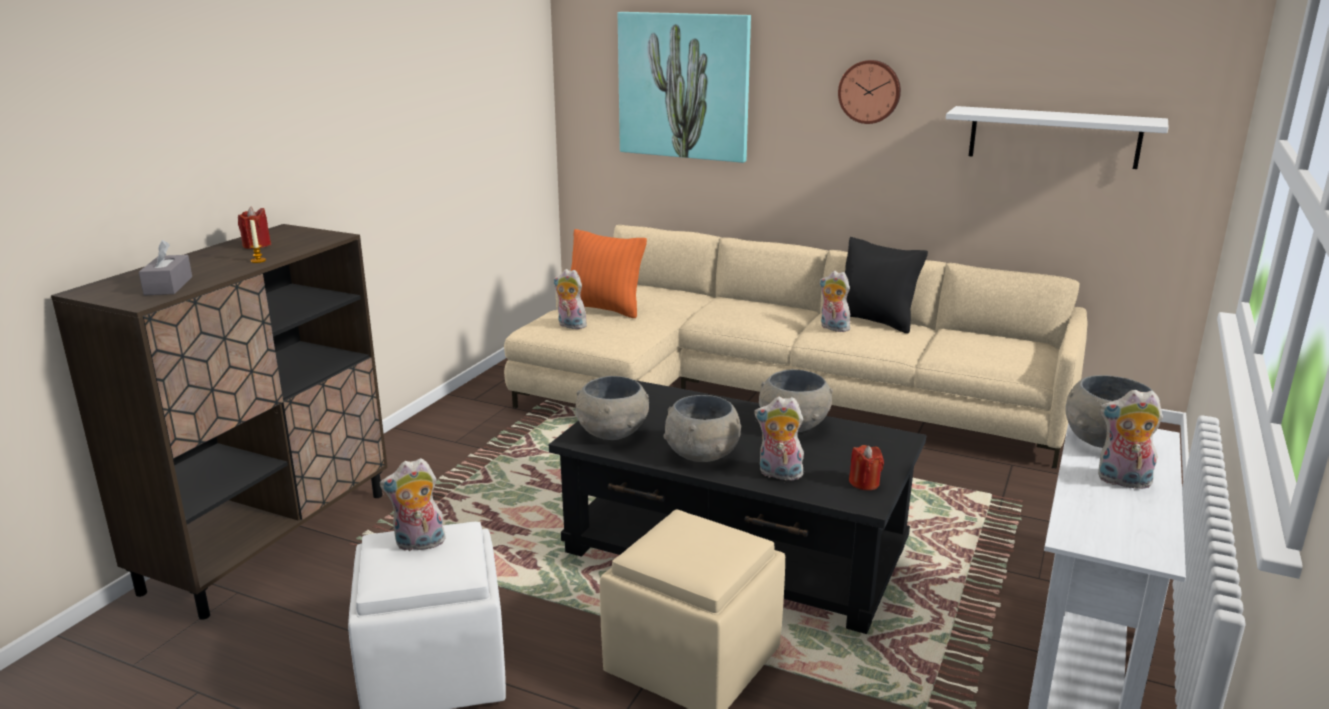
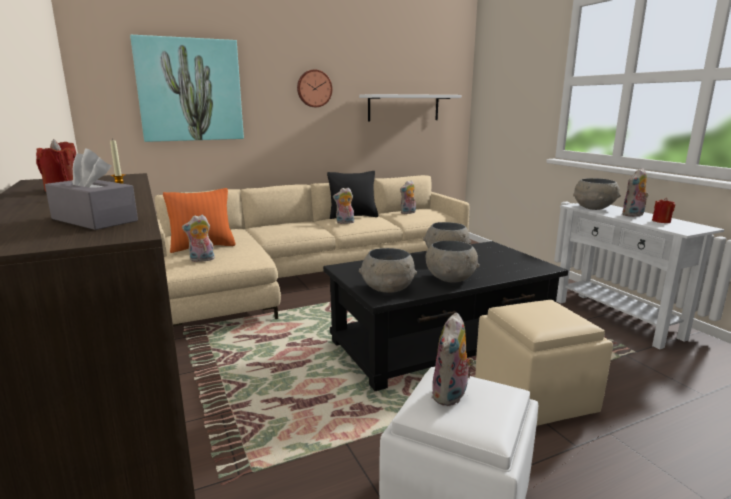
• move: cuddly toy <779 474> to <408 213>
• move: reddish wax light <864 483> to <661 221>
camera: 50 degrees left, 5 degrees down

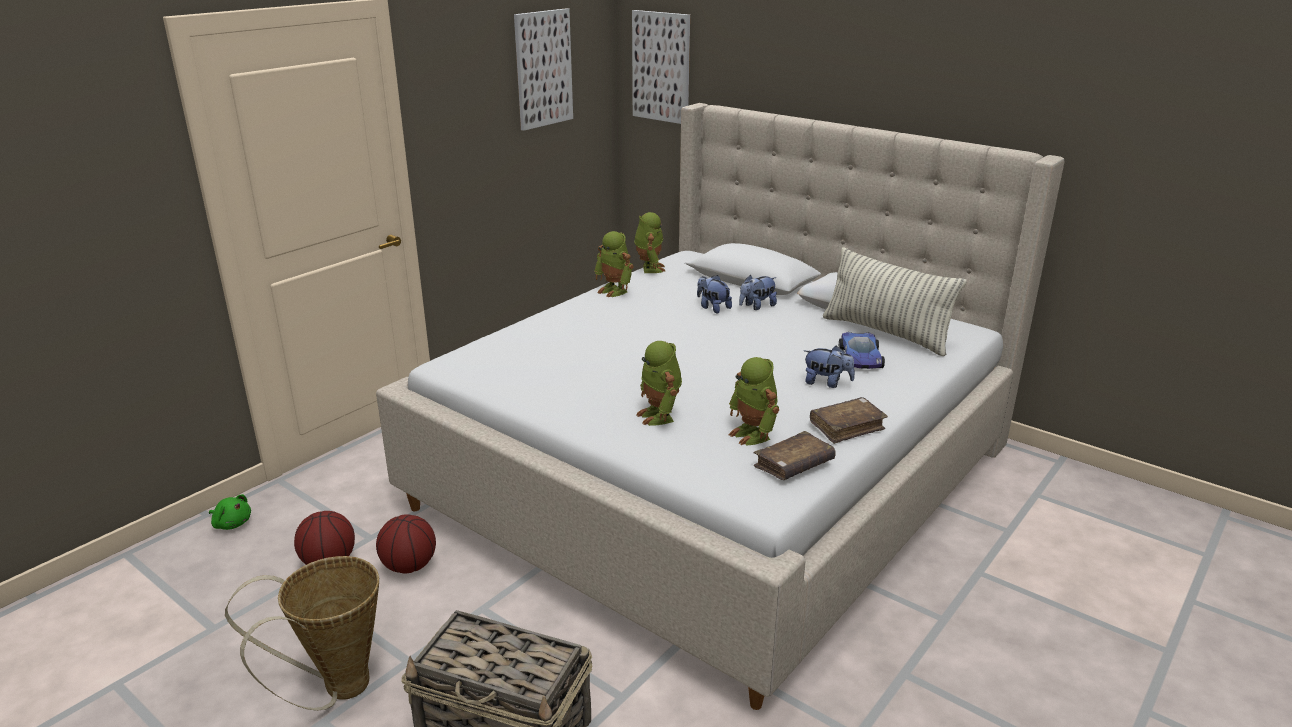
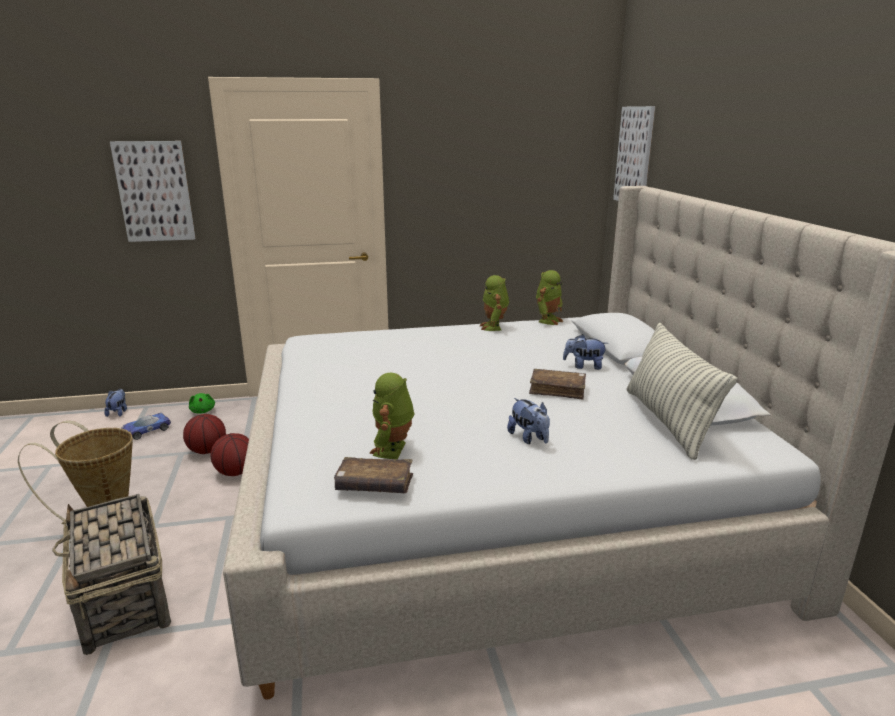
• move: picture <543 69> to <154 191>
• delete: toy robot <660 416>
• move: cuddly toy <712 308> to <118 412>
• move: brown book <846 427> to <557 390>
• move: model car <860 358> to <145 430>
camera: 40 degrees right, 5 degrees down

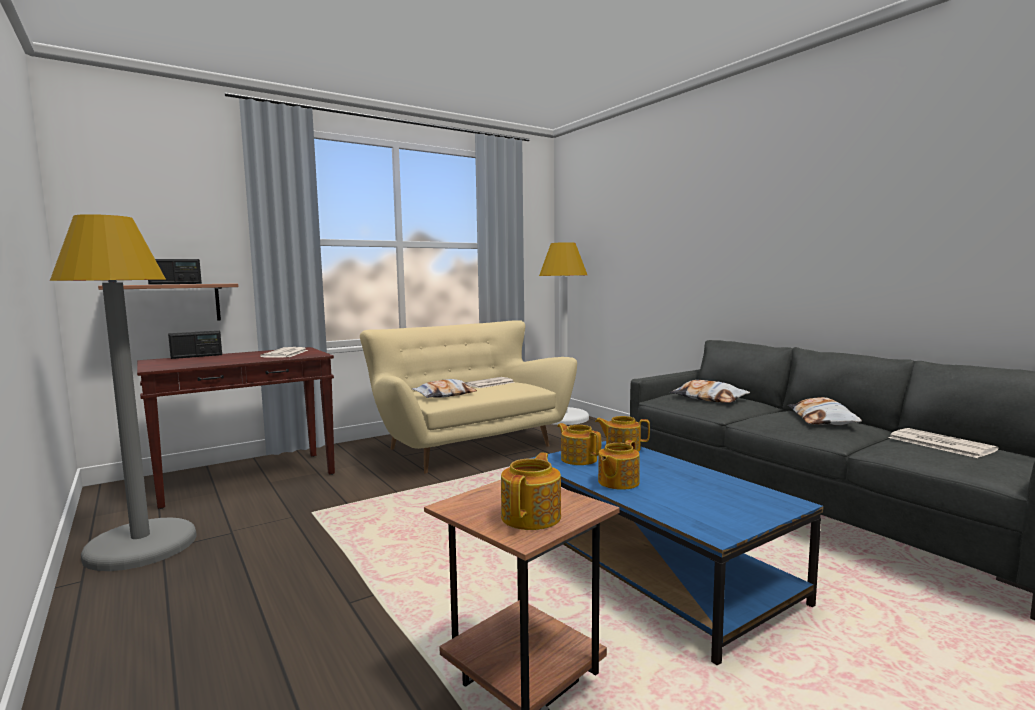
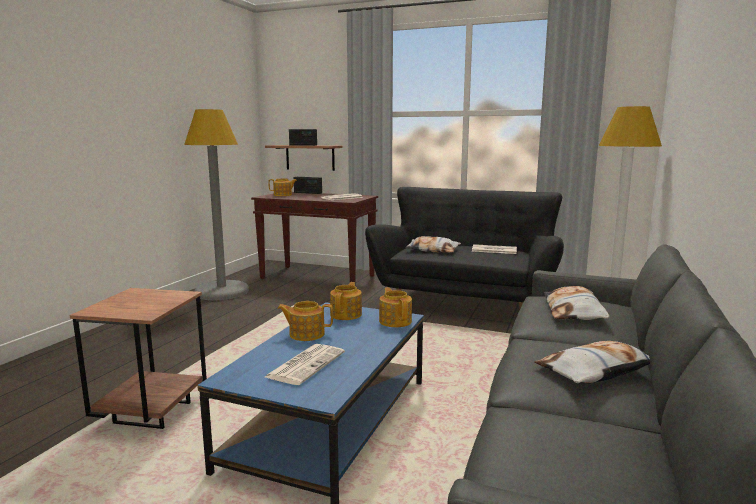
• recolor: sand-coloured sofa <467 446> to black sofa <465 302>
• move: pot for tea <532 516> to <283 195>
• move: printed paper <939 444> to <306 364>
camera: 55 degrees right, 5 degrees up

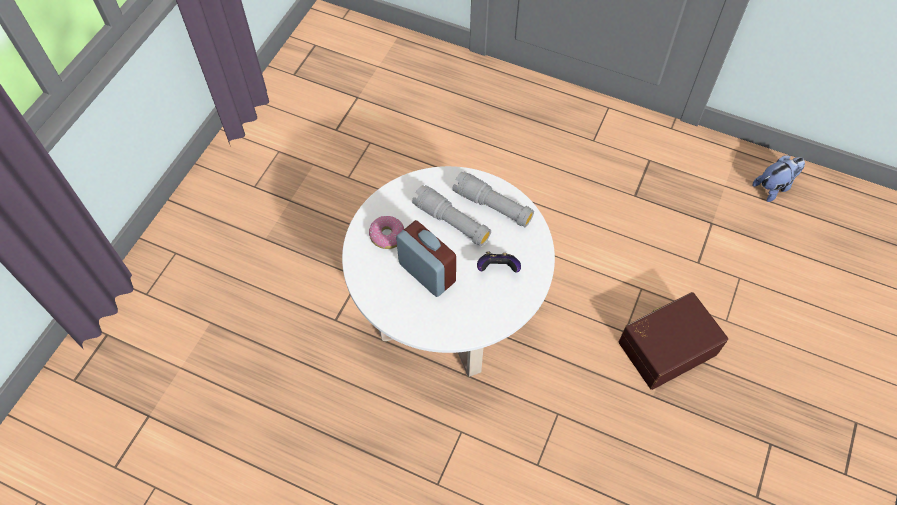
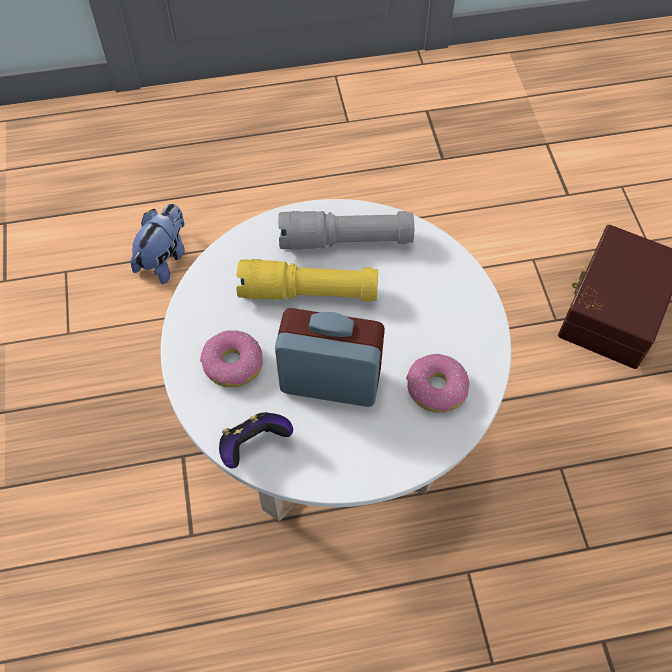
• recolor: grey hand torch <451 222> to yellow-coloured hand torch <308 292>
• move: joypad <498 269> to <253 446>
• move: cuddly toy <774 187> to <164 258>
• insert: doughnut <436 388>
camera: 35 degrees left, 0 degrees up

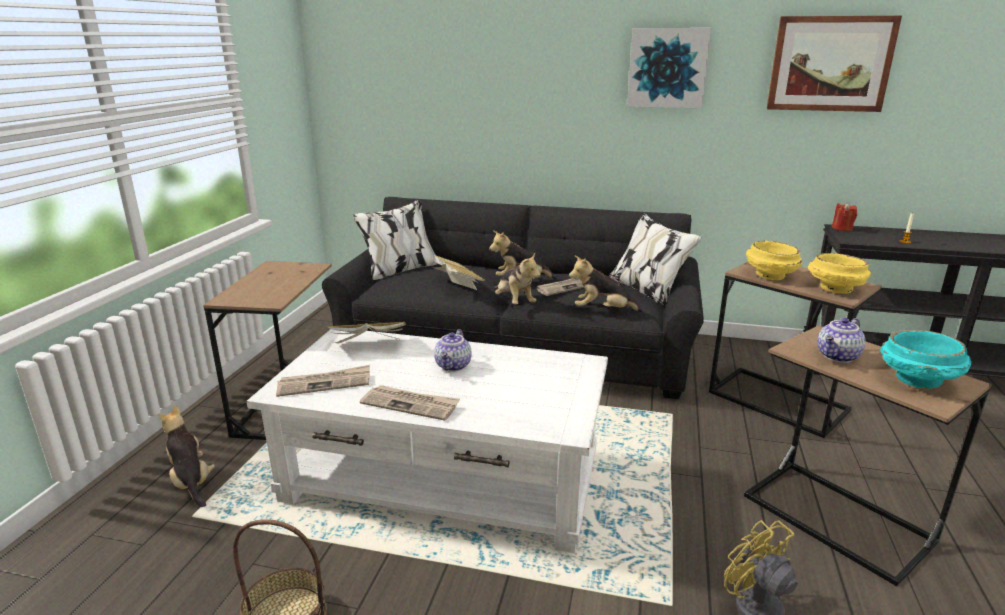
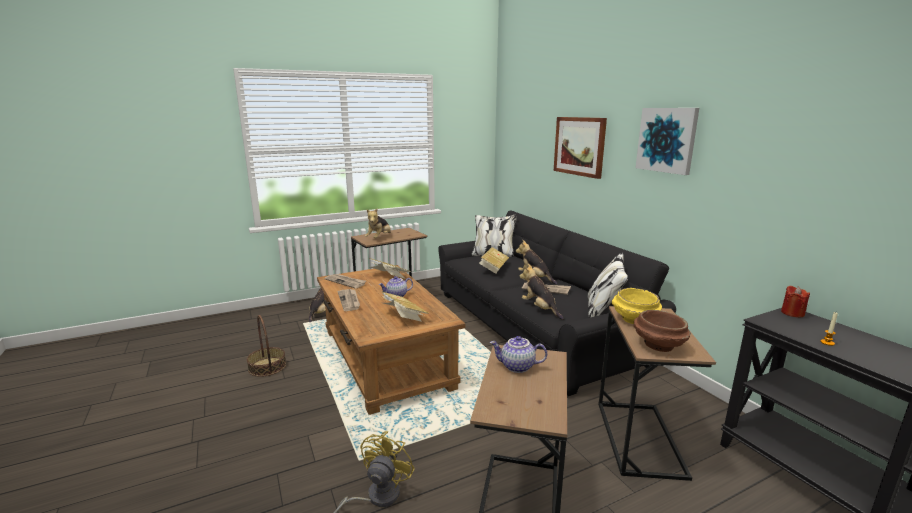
• recolor: whitish low table <444 479> to brown low table <385 358>
• move: cuddly toy <514 302> to <379 238>
• move: picture <830 64> to <579 146>
• recolor: yellow-coloured serving bowl <834 289> to brown serving bowl <658 345>
• delete: blue-green serving bowl <918 381>
• insert: book <403 316>
camera: 50 degrees right, 5 degrees down

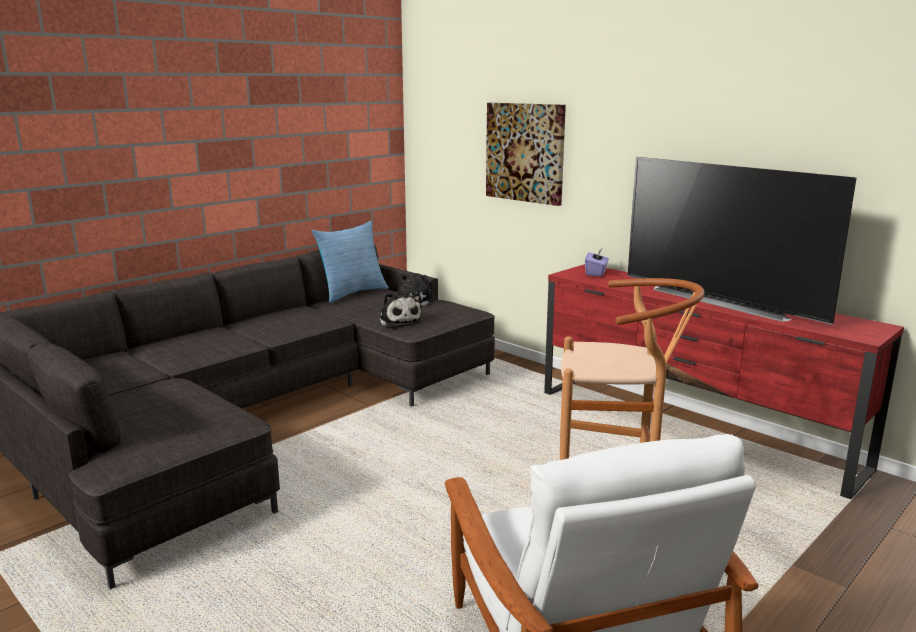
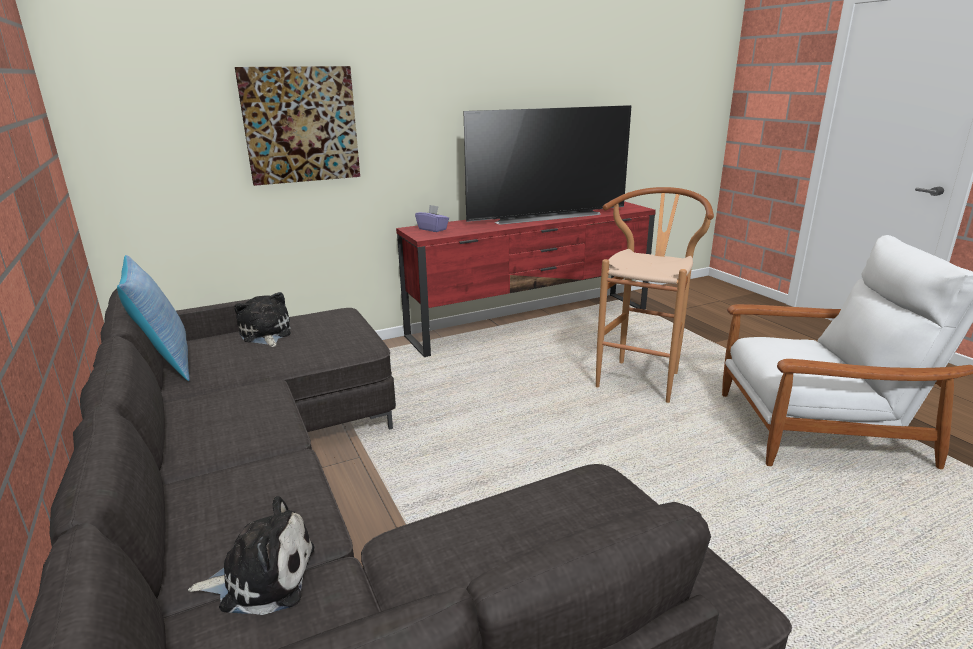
• move: cuddly toy <399 320> to <262 577>
camera: 70 degrees left, 5 degrees up

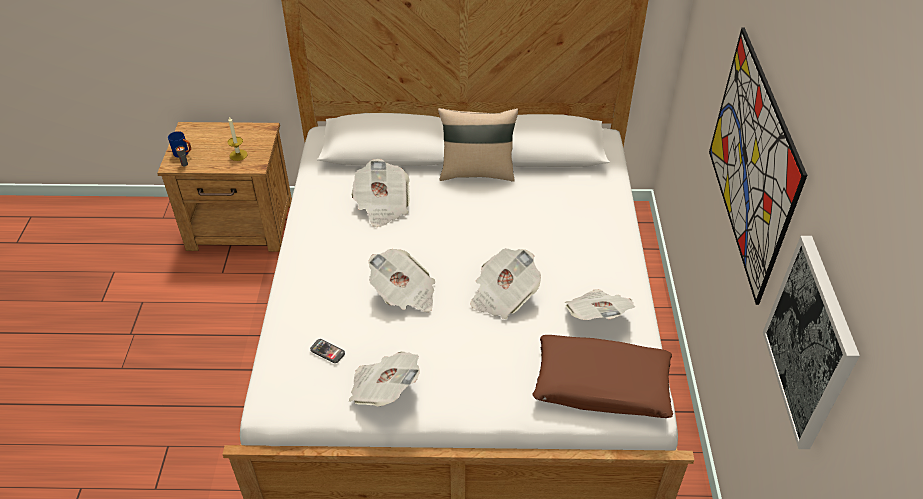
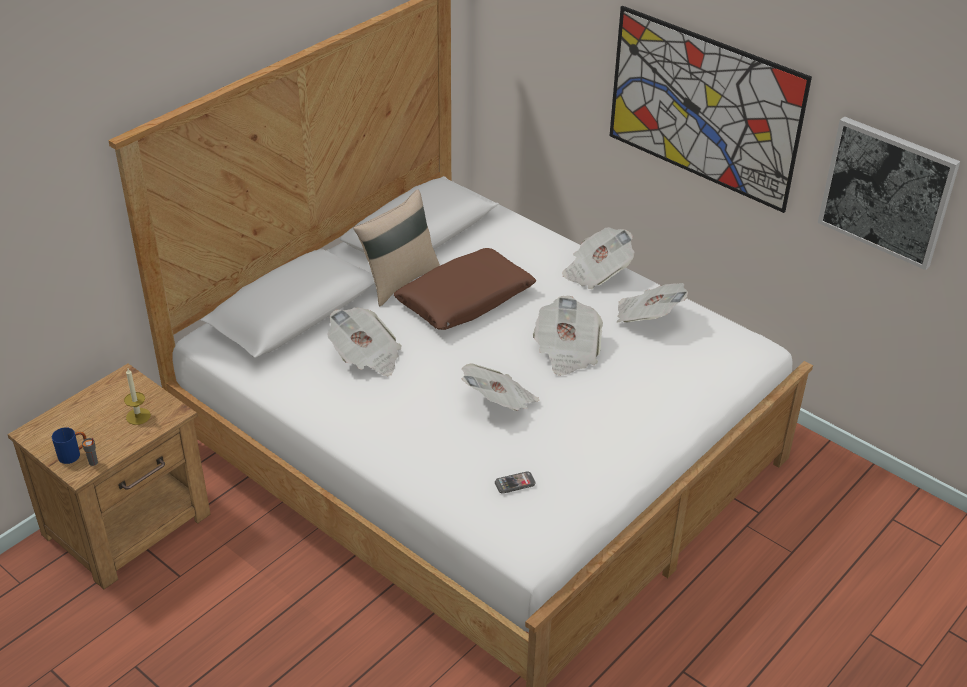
• move: printed paper <384 390> to <596 273>
• move: brown cushion <601 385> to <465 300>
camera: 50 degrees left, 5 degrees down

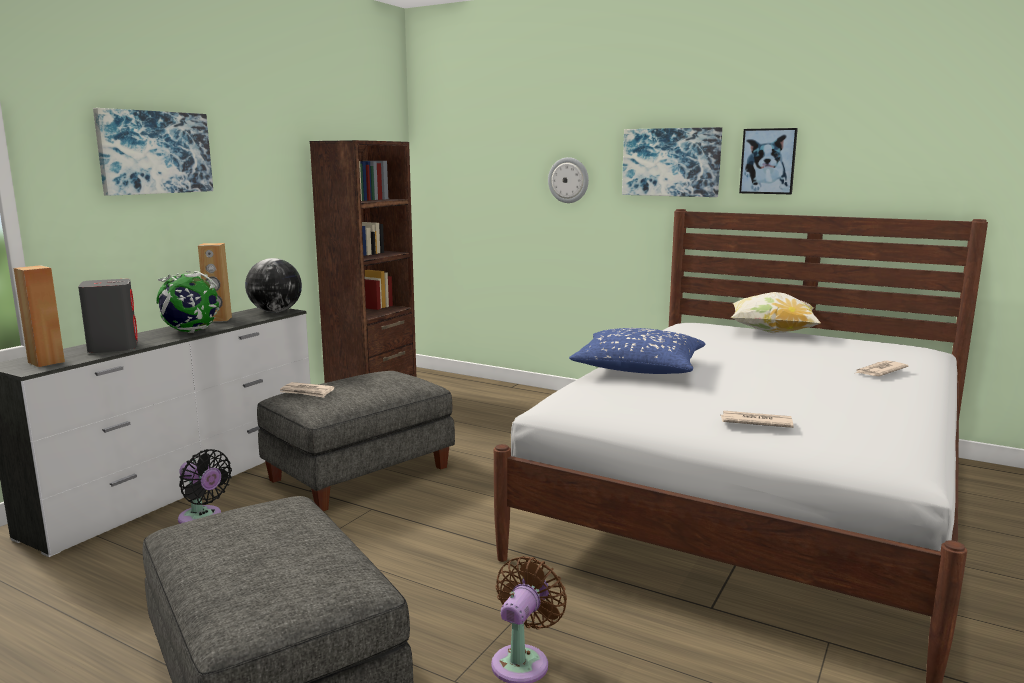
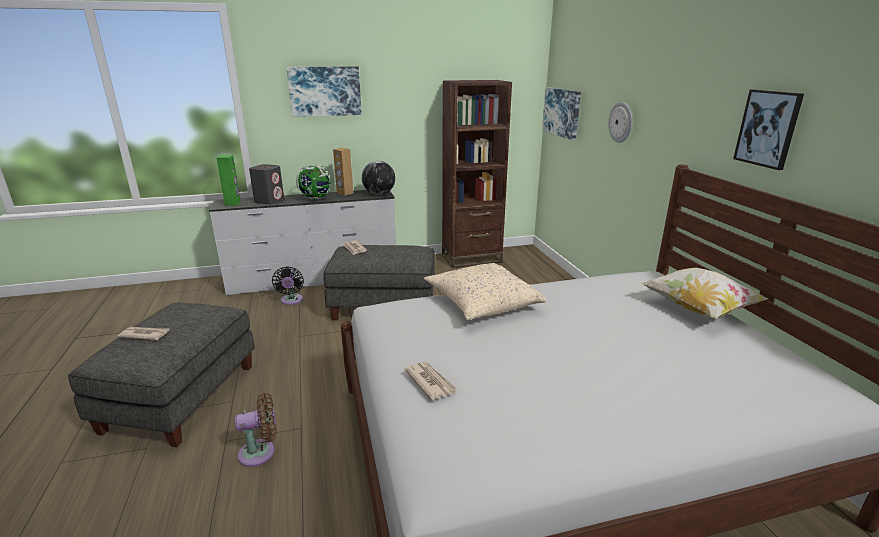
• recolor: brown loudspeaker <47 362> to greenish loudspeaker <233 203>
• recolor: bluish cushion <638 369> to sand-coloured cushion <481 302>
• move: picture <671 162> to <562 112>
• move: printed paper <879 371> to <145 334>
camera: 45 degrees right, 10 degrees up

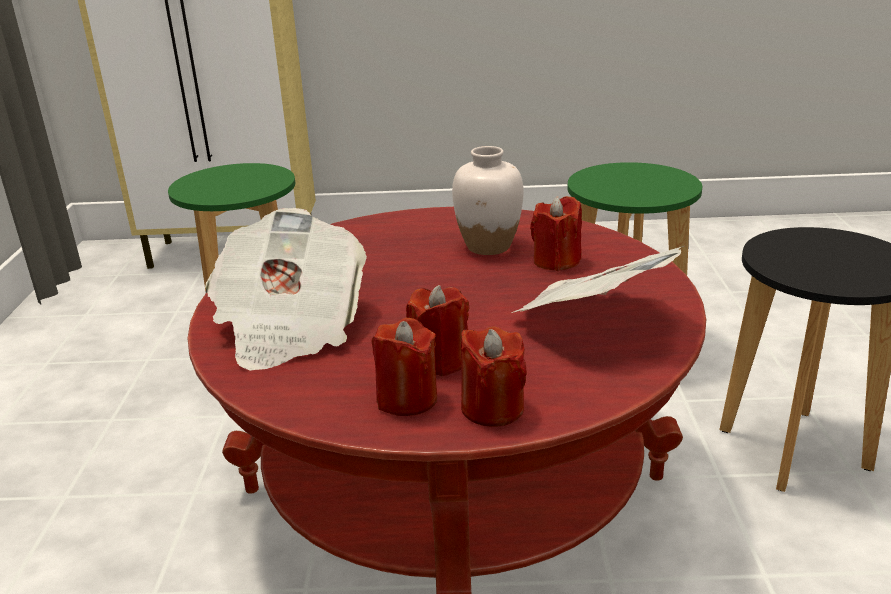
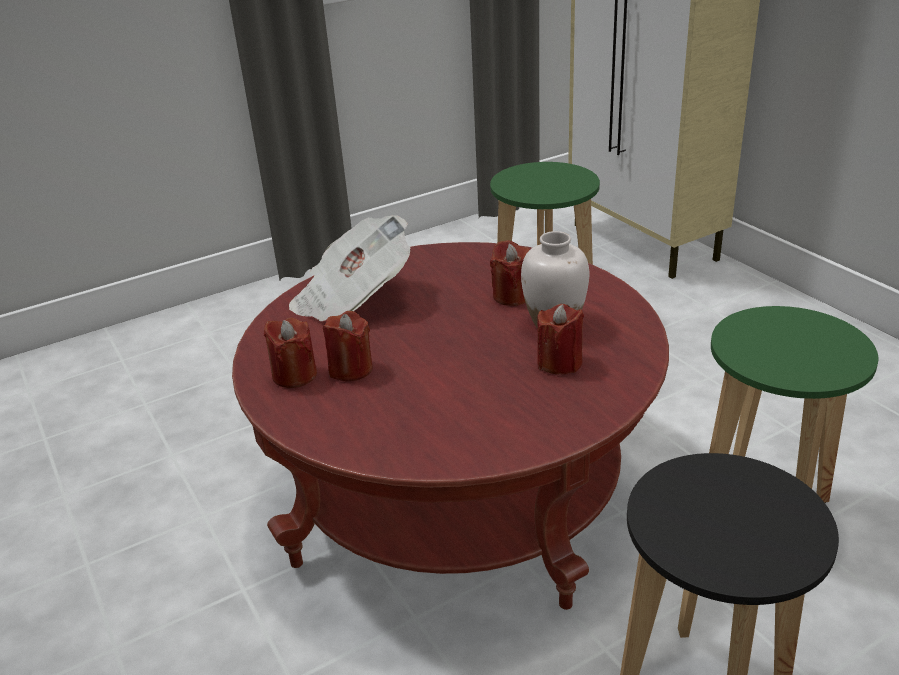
• move: reddish wax light <492 408> to <512 296>
• delete: printed paper <593 320>
camera: 60 degrees right, 5 degrees up

